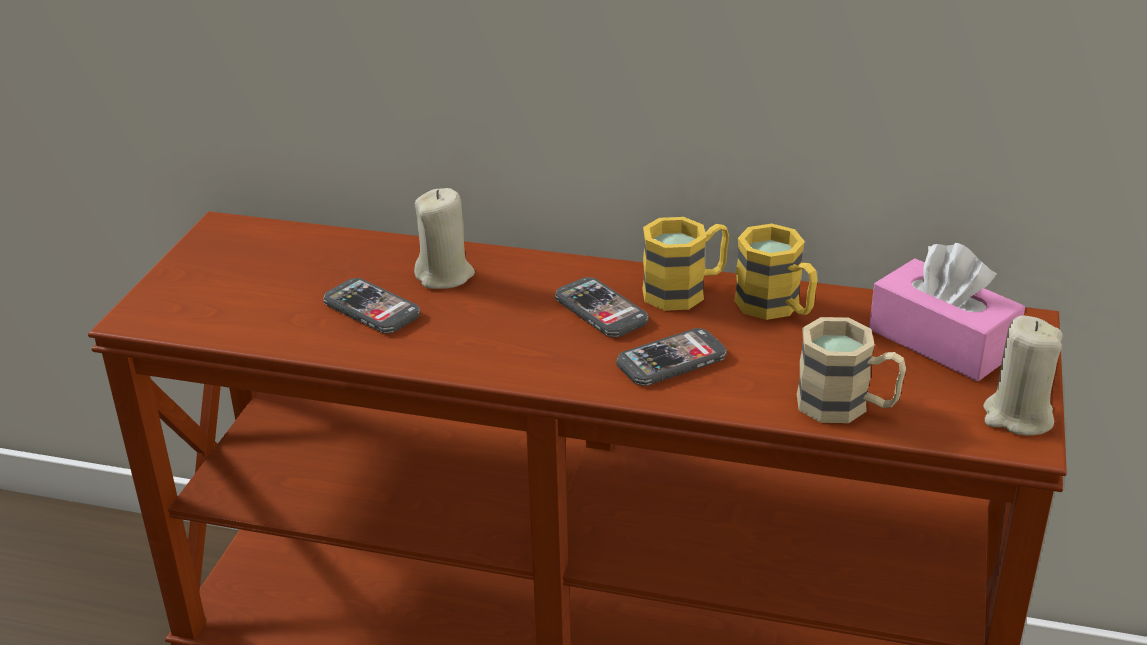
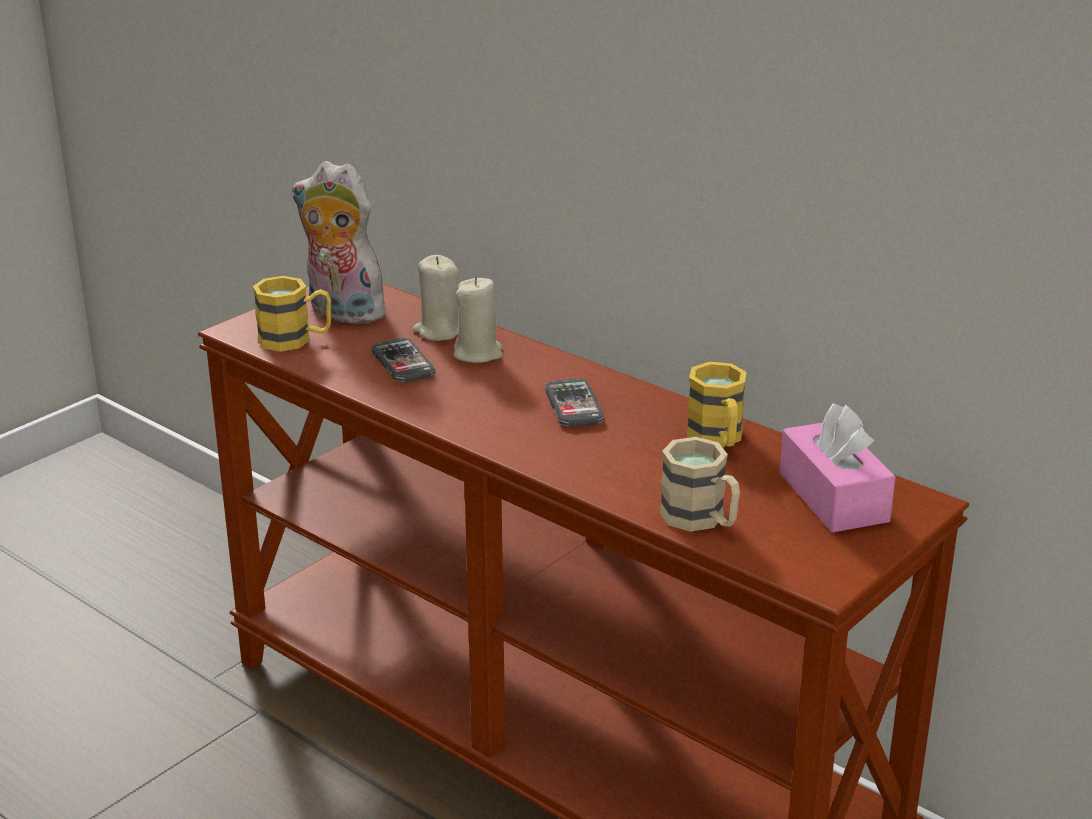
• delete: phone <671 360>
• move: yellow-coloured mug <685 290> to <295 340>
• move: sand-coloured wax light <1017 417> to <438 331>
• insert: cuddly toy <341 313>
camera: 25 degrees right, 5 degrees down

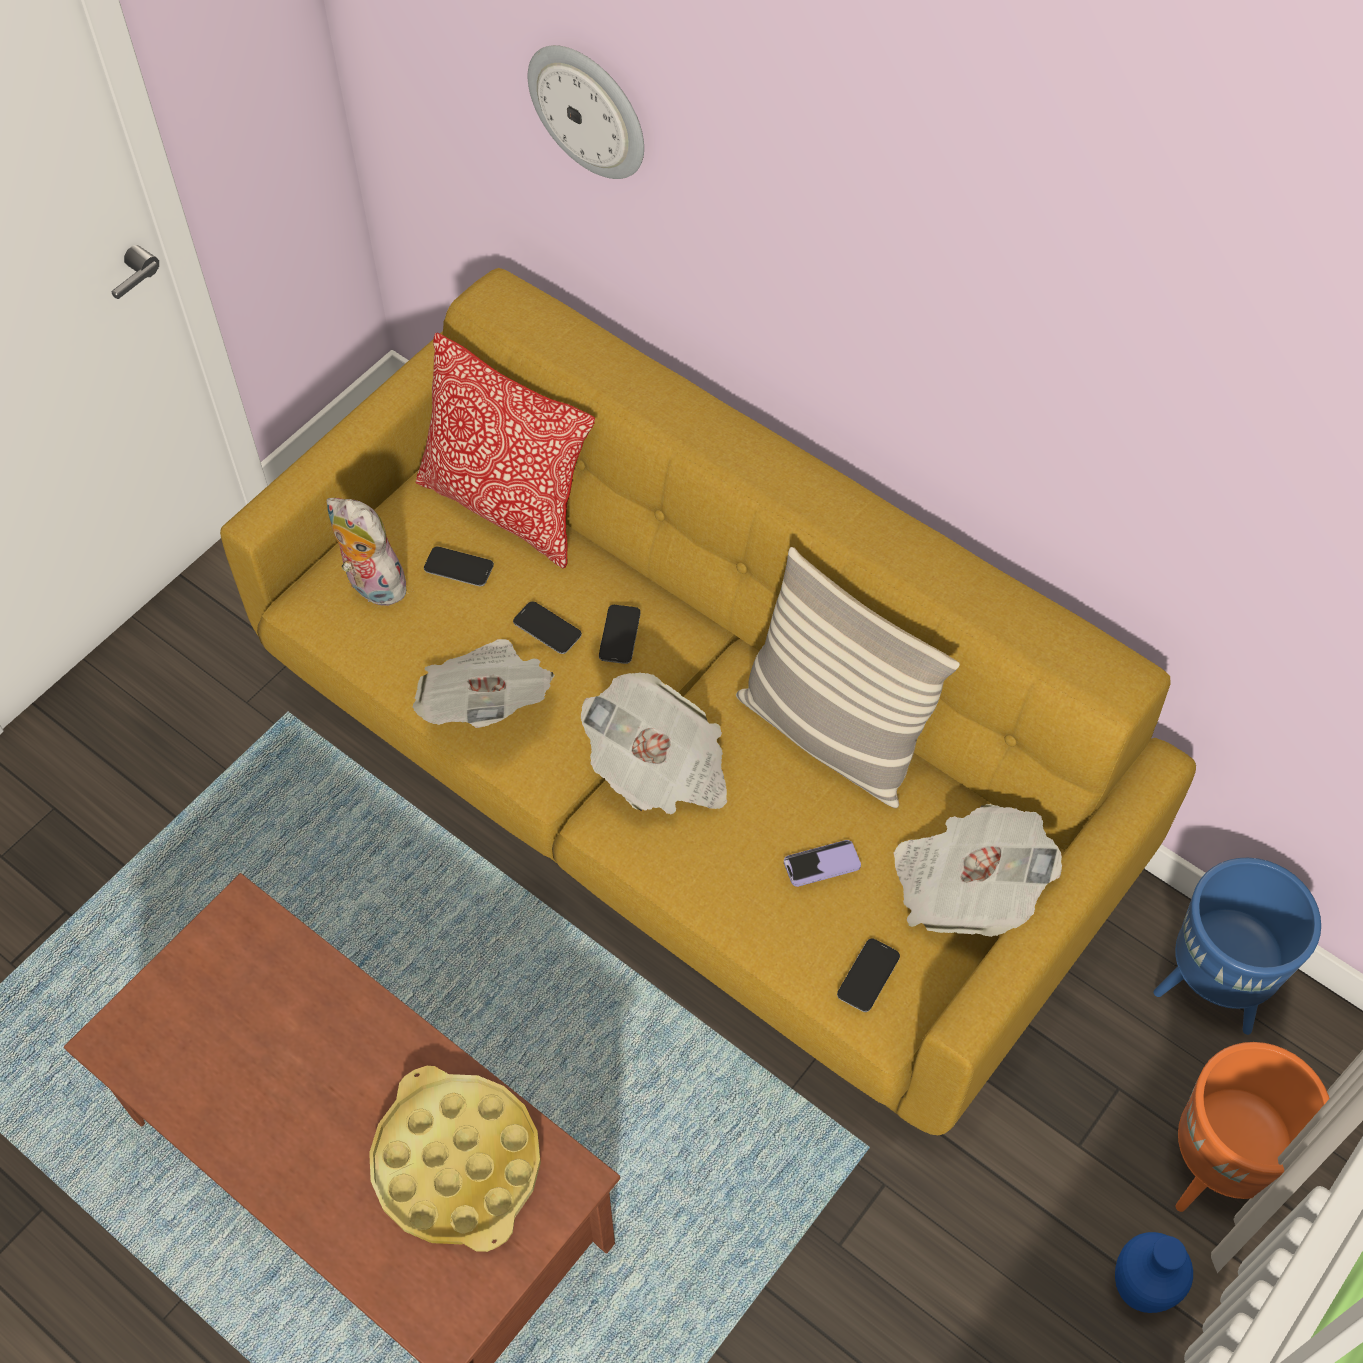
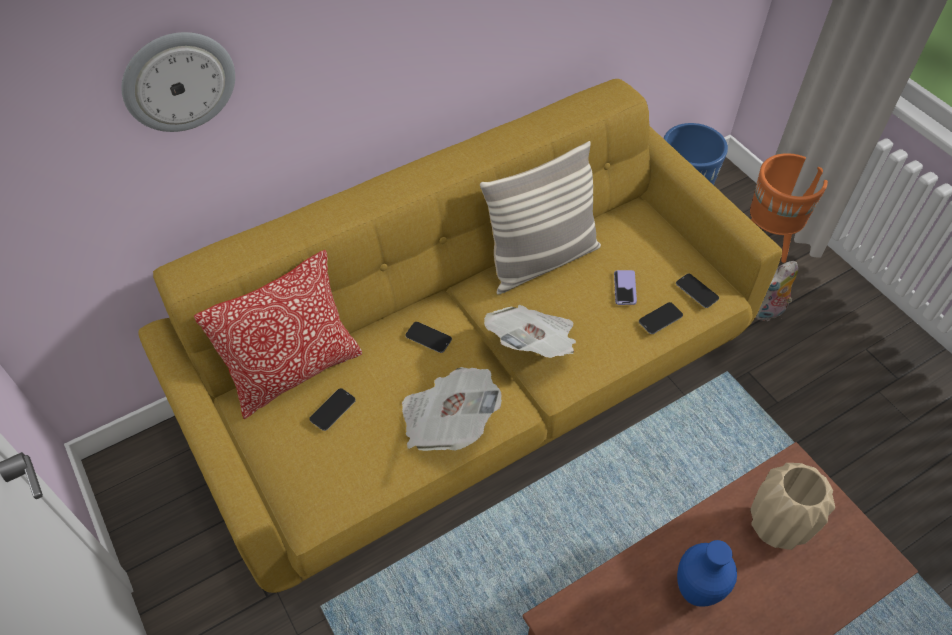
• move: cuddly toy <371 585> to <768 312>
• replace: yellow-coloured serving tray <457 1163> to sand-coloured decorative vase <774 527>
• move: phone <547 628> to <660 319>
• delete: printed paper <966 887>
• move: bluish decorative vase <1137 1288> to <692 592>
camera: 70 degrees left, 5 degrees down

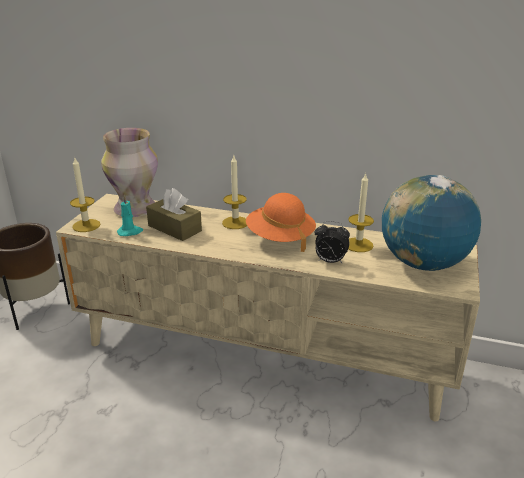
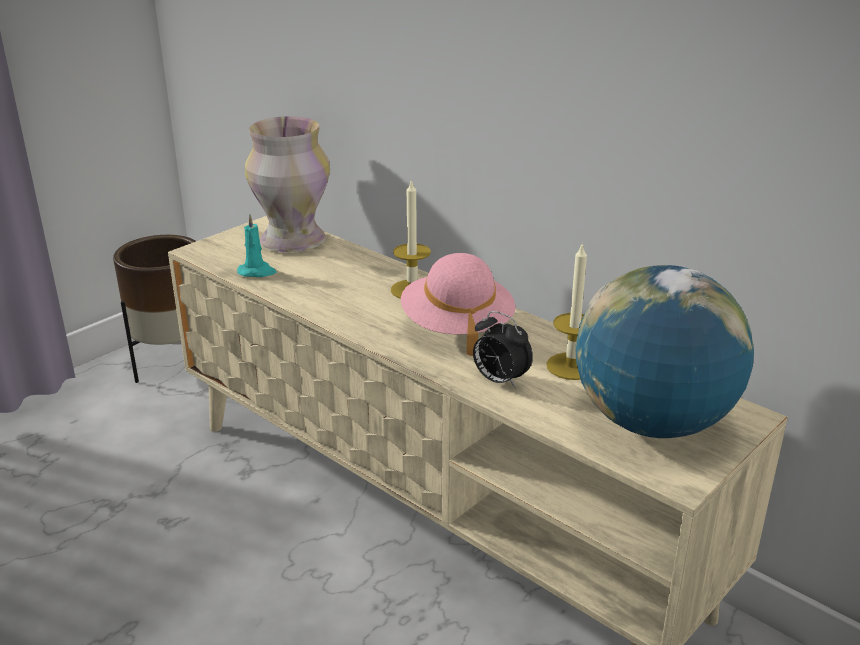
• delete: wax light <86 225>
• delete: brown tissue holder <174 228>
• recolor: orange hat <280 238> to pinkish hat <456 327>
camera: 25 degrees right, 0 degrees up

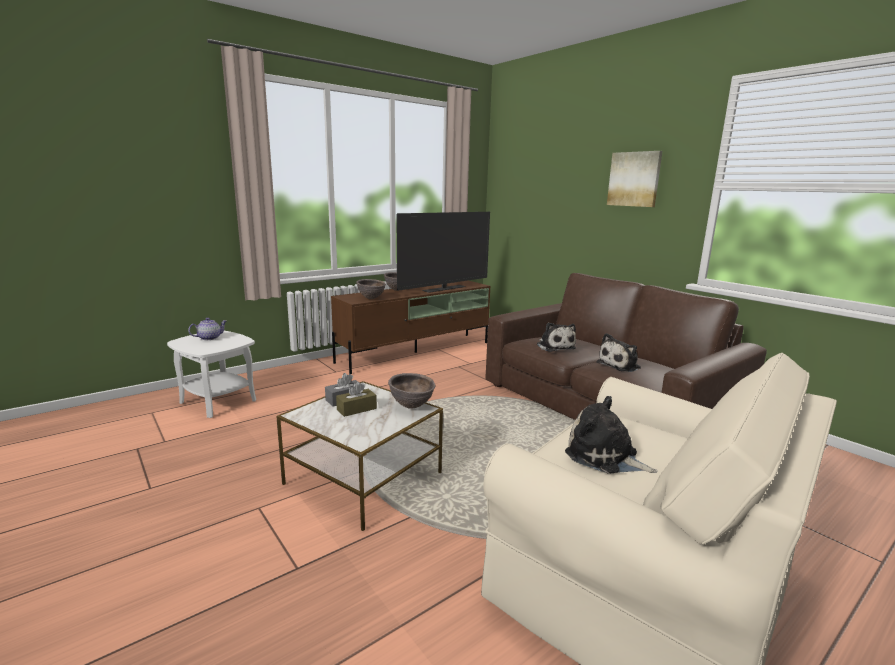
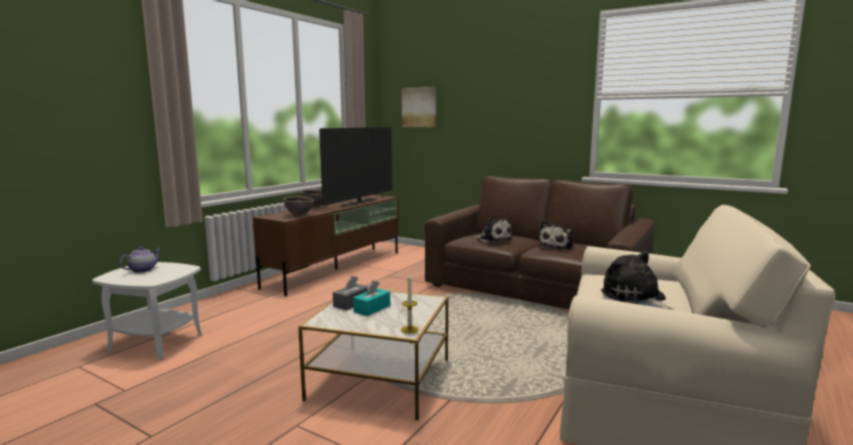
• recolor: brown tissue holder <356 409> to blue-green tissue holder <372 308>
• delete: brown serving bowl <411 406>
• rotate: cuddly toy <605 456> = <635 298> 45 degrees clockwise
• move: picture <634 179> to <419 107>
• insert: wax light <409 329>
camera: 20 degrees left, 5 degrees down

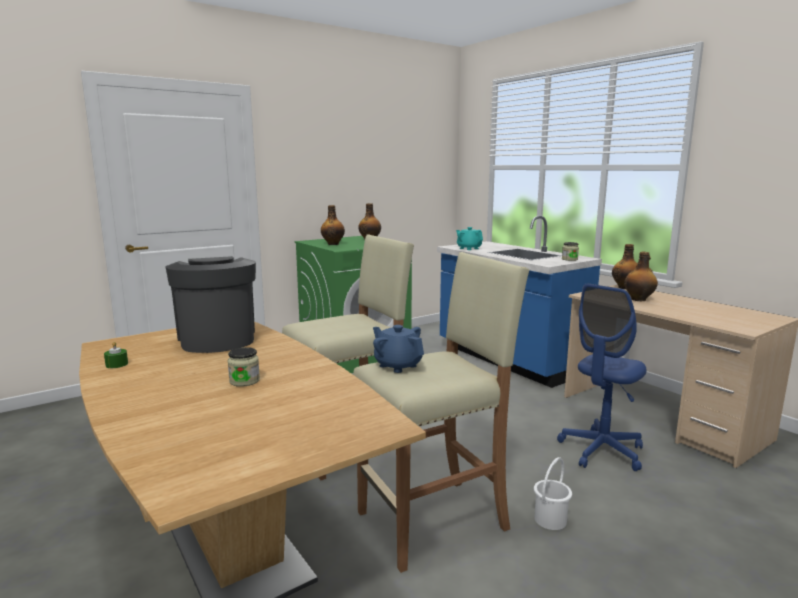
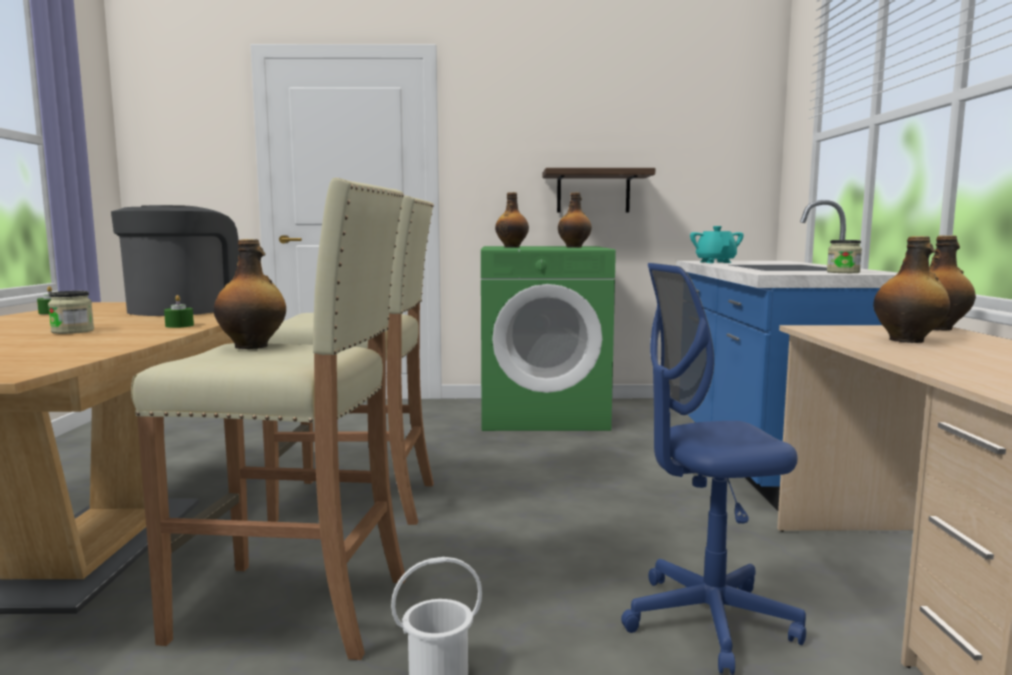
• replace: bluish pot for tea <397 365> to bottle <253 346>
• insert: greenish wax light <179 326>
• insert: bracket shelf <593 192>
camera: 35 degrees right, 5 degrees down

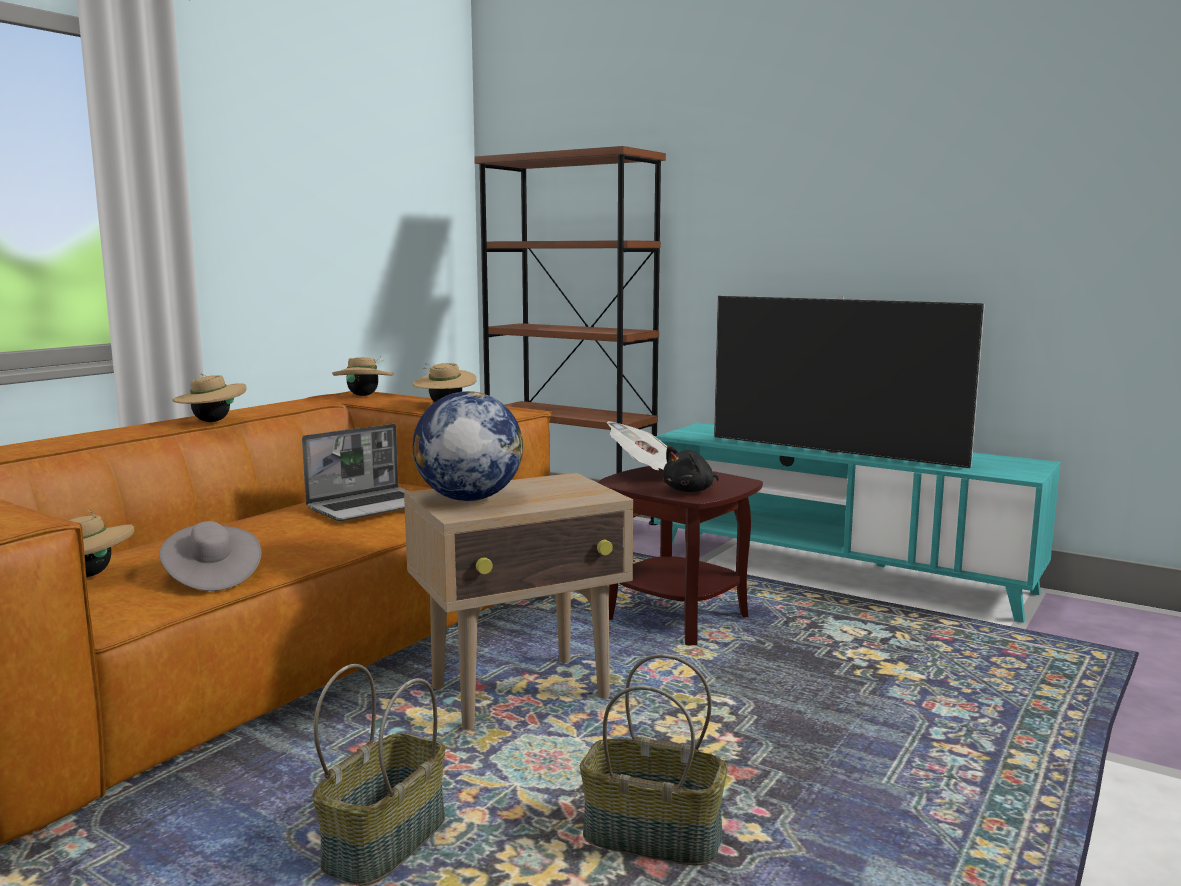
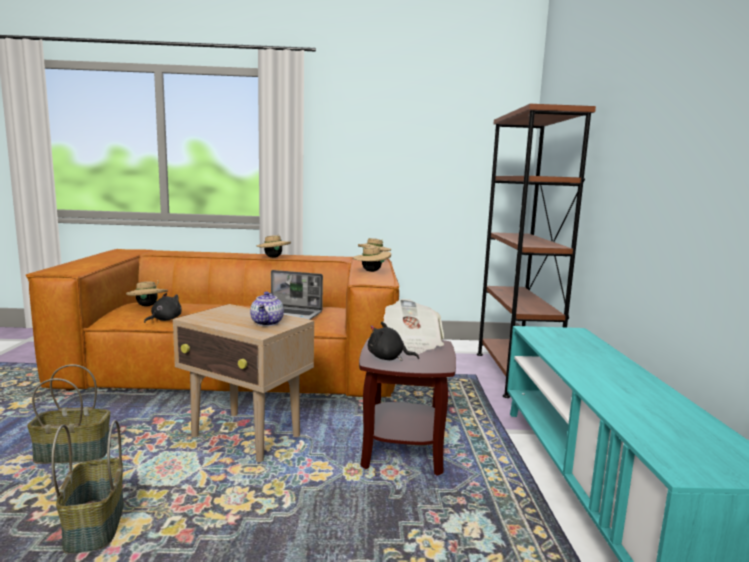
• replace: grey hat <211 577> to black cuddly toy <164 320>
• delete: globe <468 499>
• delete: TV set <833 452>
• insert: pot for tea <268 323>
camera: 55 degrees right, 0 degrees up

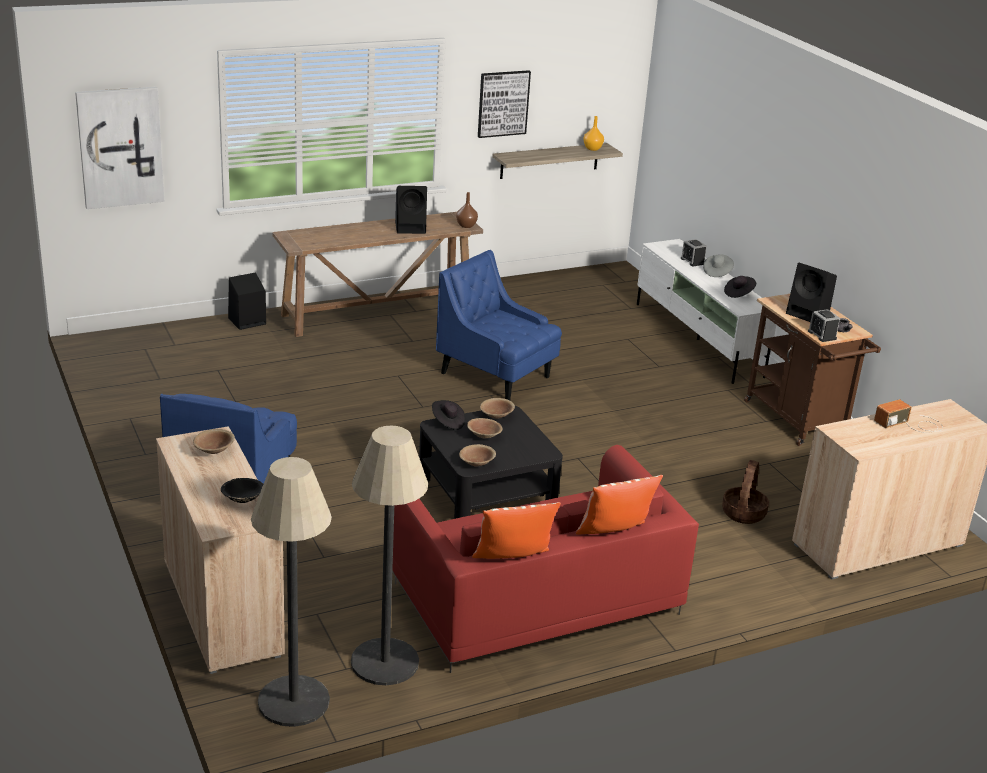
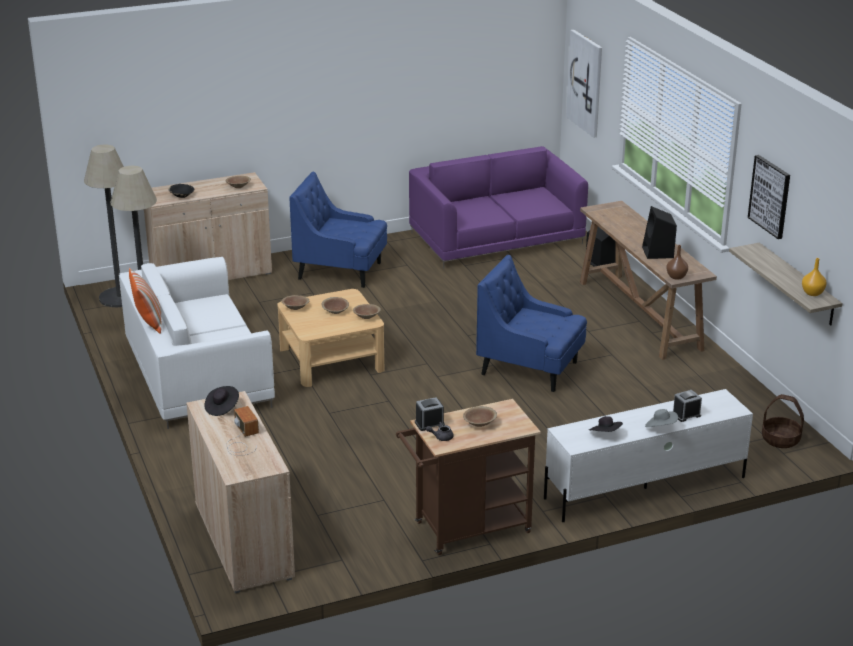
• recolor: reddish sofa <536 600> to whitish sofa <197 373>
• recolor: black low table <486 496> to sand-coloured low table <331 359>
• move: black hat <447 422> to <222 408>
• rotate: bluish lounge chair <496 375> = <530 368> 105 degrees counterclockwise
• delete: cushion <513 560>
• move: basket <743 513> to <781 439>
• replace: black loudspeaker <808 314> to brown serving bowl <479 423>
• insert: purple sofa <496 238>
camera: 95 degrees right, 0 degrees up

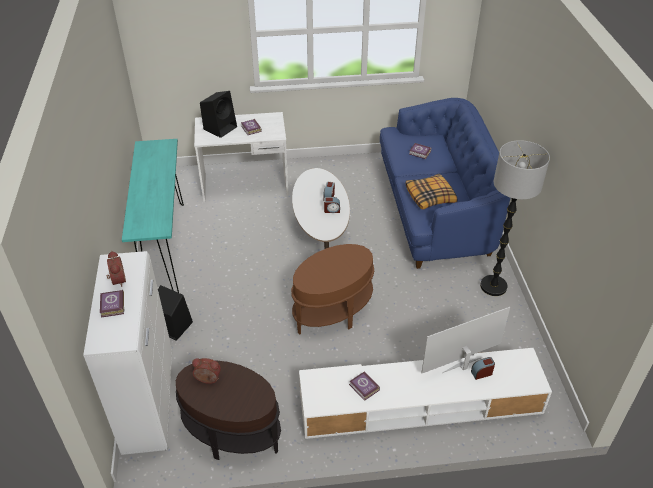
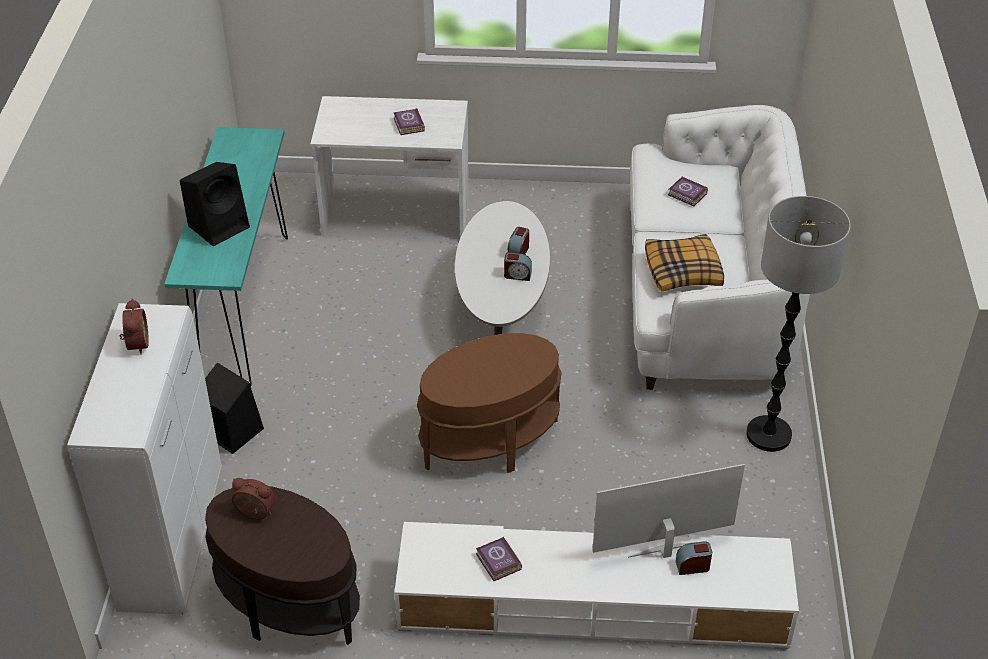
• delete: book <112 306>
• move: black loudspeaker <220 127> to <219 225>
• recolor: bluish sofa <435 210> to whitish sofa <706 295>
camera: 10 degrees right, 0 degrees up

